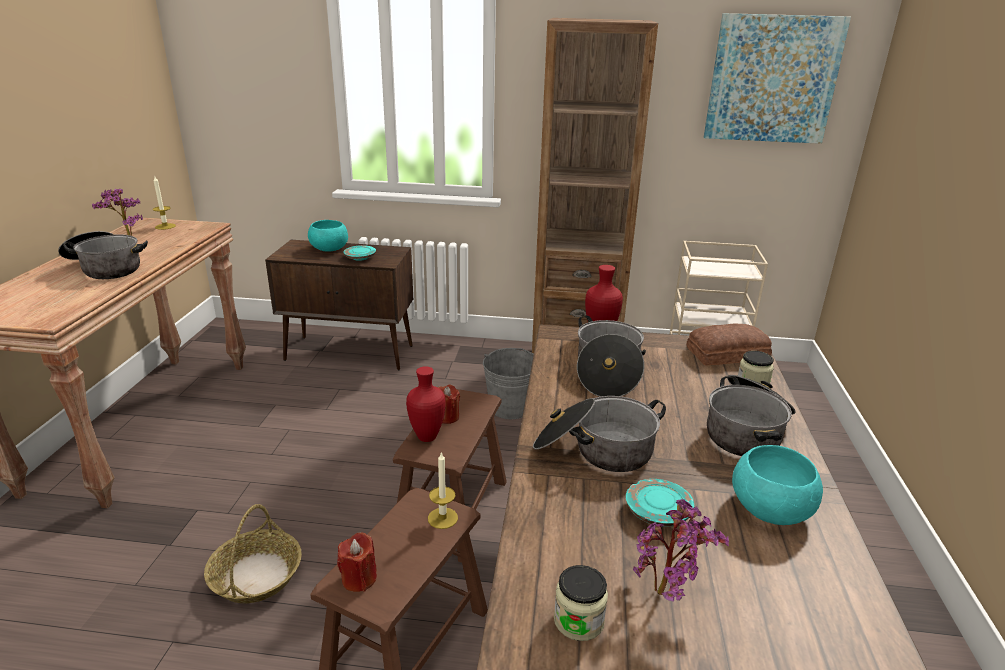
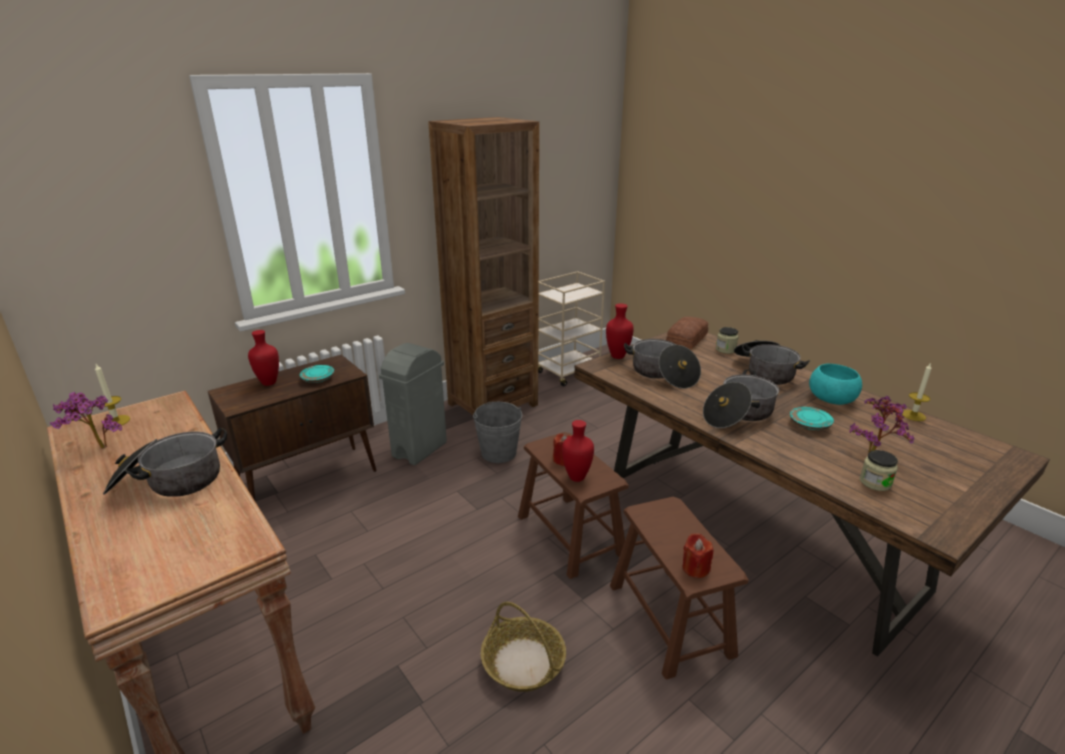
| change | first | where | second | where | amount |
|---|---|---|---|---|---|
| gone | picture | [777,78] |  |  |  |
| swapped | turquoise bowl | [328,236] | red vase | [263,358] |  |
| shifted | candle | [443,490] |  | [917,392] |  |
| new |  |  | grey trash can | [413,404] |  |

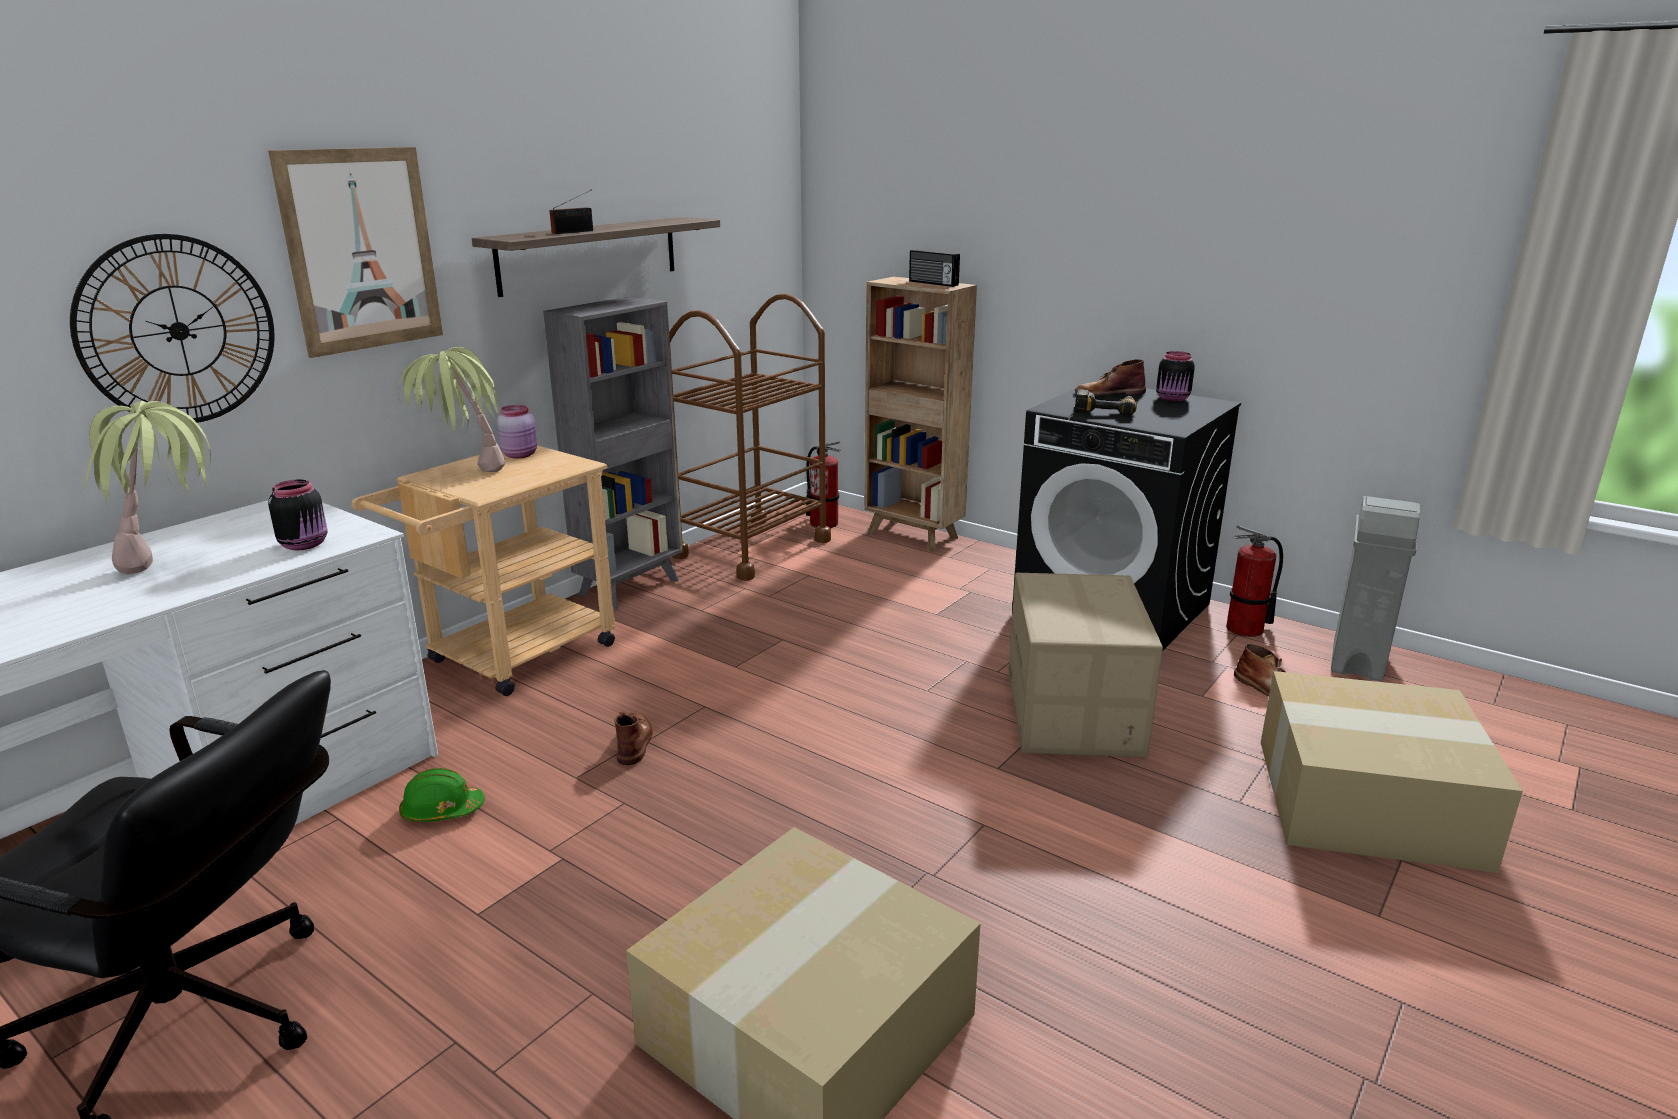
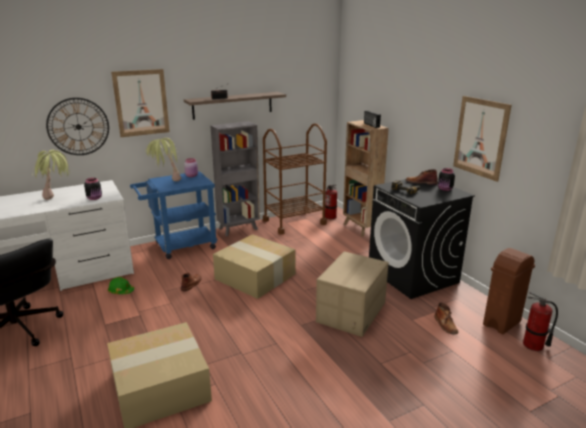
| change | first | where | second | where | amount |
|---|---|---|---|---|---|
| repainted | beige cart | [483,570] | blue cart | [174,215] |  |
| repainted | grey trash can | [1375,588] | brown trash can | [509,291] |  |
| shifted | fire extinguisher | [1254,581] |  | [540,321] |  |
| shifted | cardboard box | [1392,772] |  | [254,266] |  |
| new |  |  | picture | [482,139] |  |

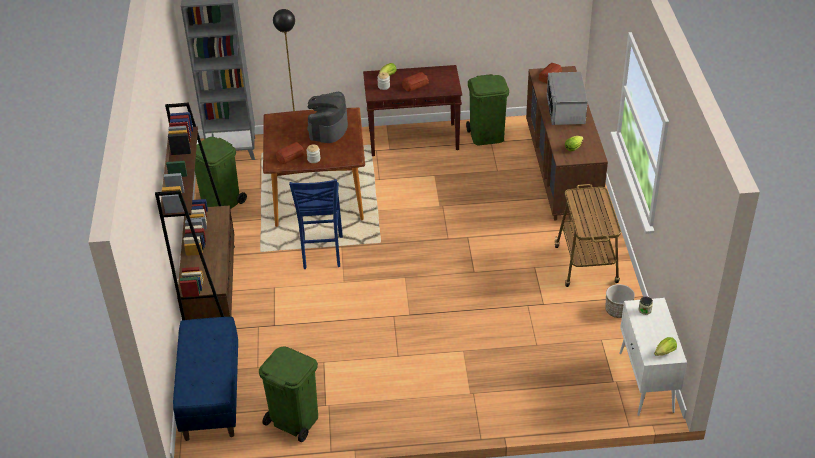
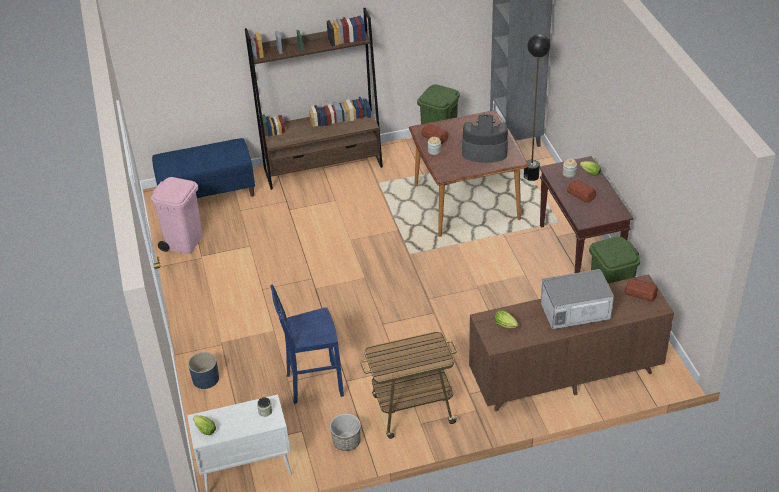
| change | first | where | second | where | amount |
|---|---|---|---|---|---|
| shifted | blue stool | [316,224] |  | [307,344] |  |
| repainted | green trash can | [288,394] | pink trash can | [177,215] |  |
| new |  |  | blue planter | [203,370] |  |

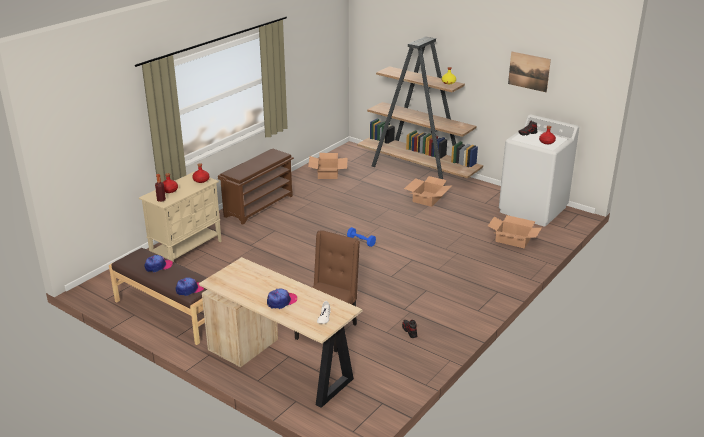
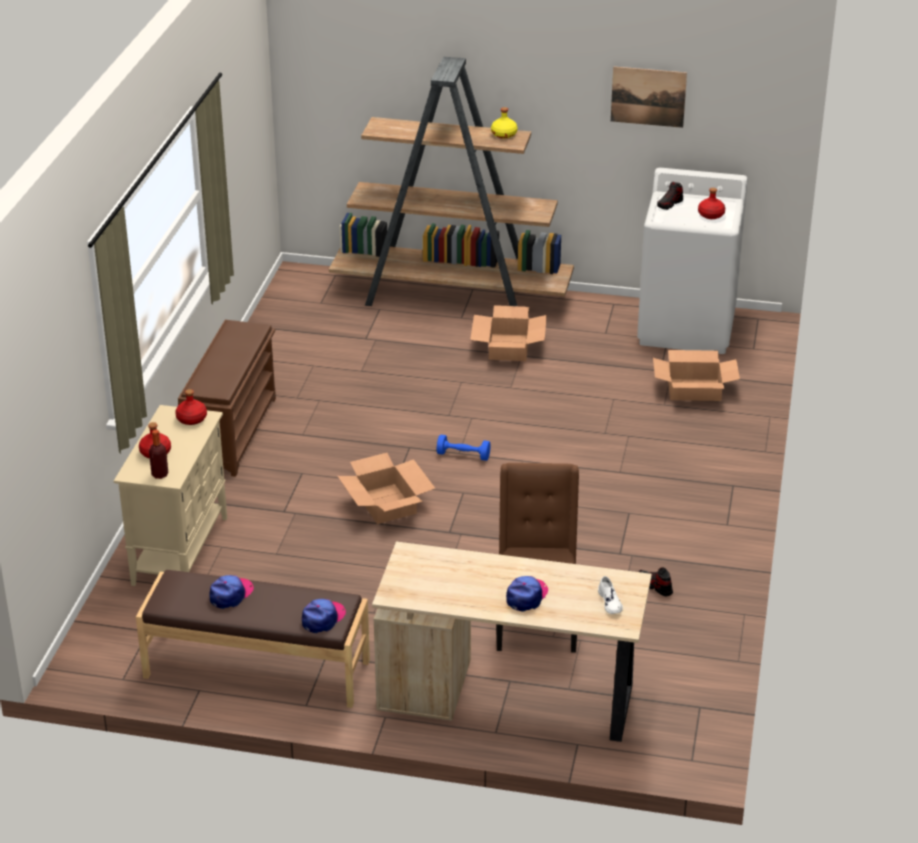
| change | first | where | second | where | amount |
|---|---|---|---|---|---|
| shifted | cardboard box | [328,166] |  | [386,488] |  |

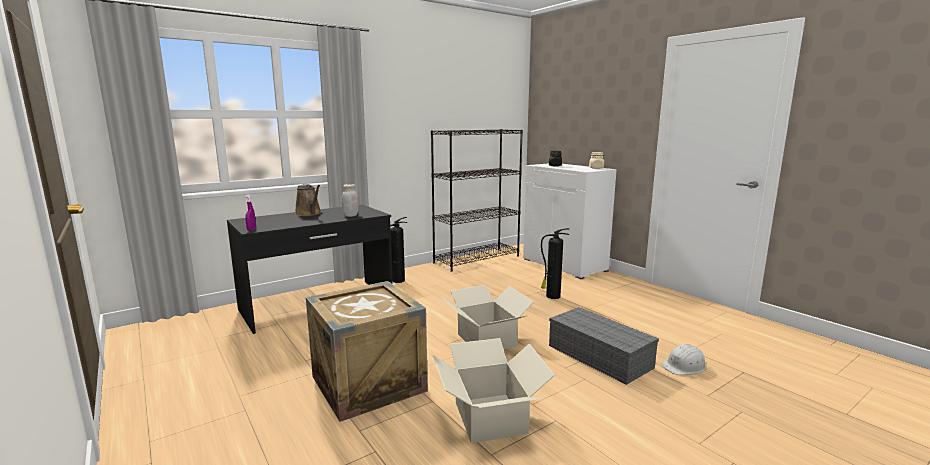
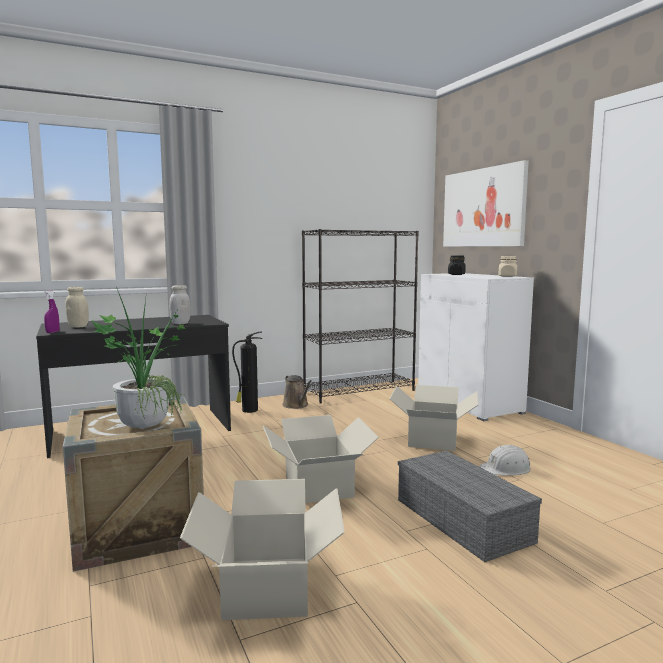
| change | first | where | second | where | amount |
|---|---|---|---|---|---|
| shifted | brown watering can | [308,200] |  | [297,392] |  |
| swapped | fire extinguisher | [555,263] | cardboard box | [434,418] |  |
| shifted | white hard hat | [683,359] |  | [505,460] |  |
| new |  |  | picture | [486,203] |  |
| new |  |  | beige jar | [77,307] |  |
| new |  |  | potted plant | [138,357] |  |

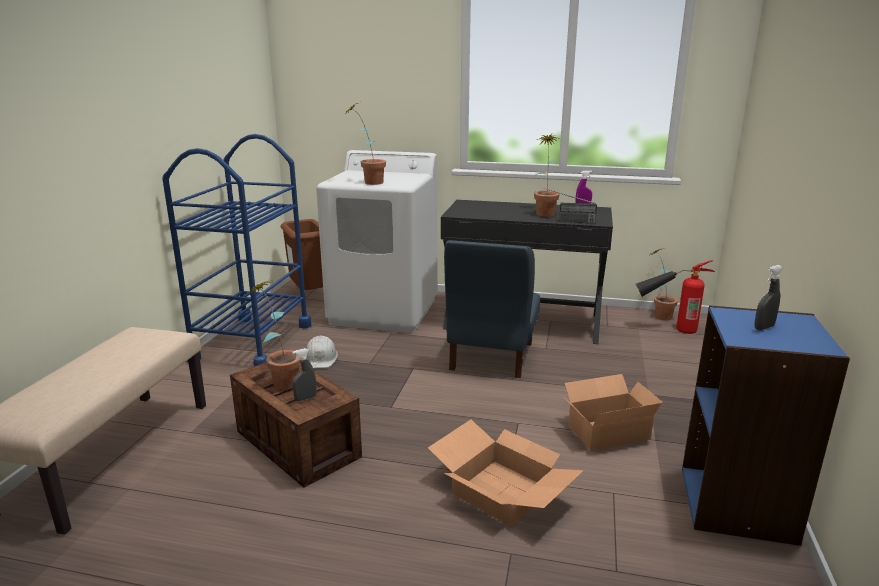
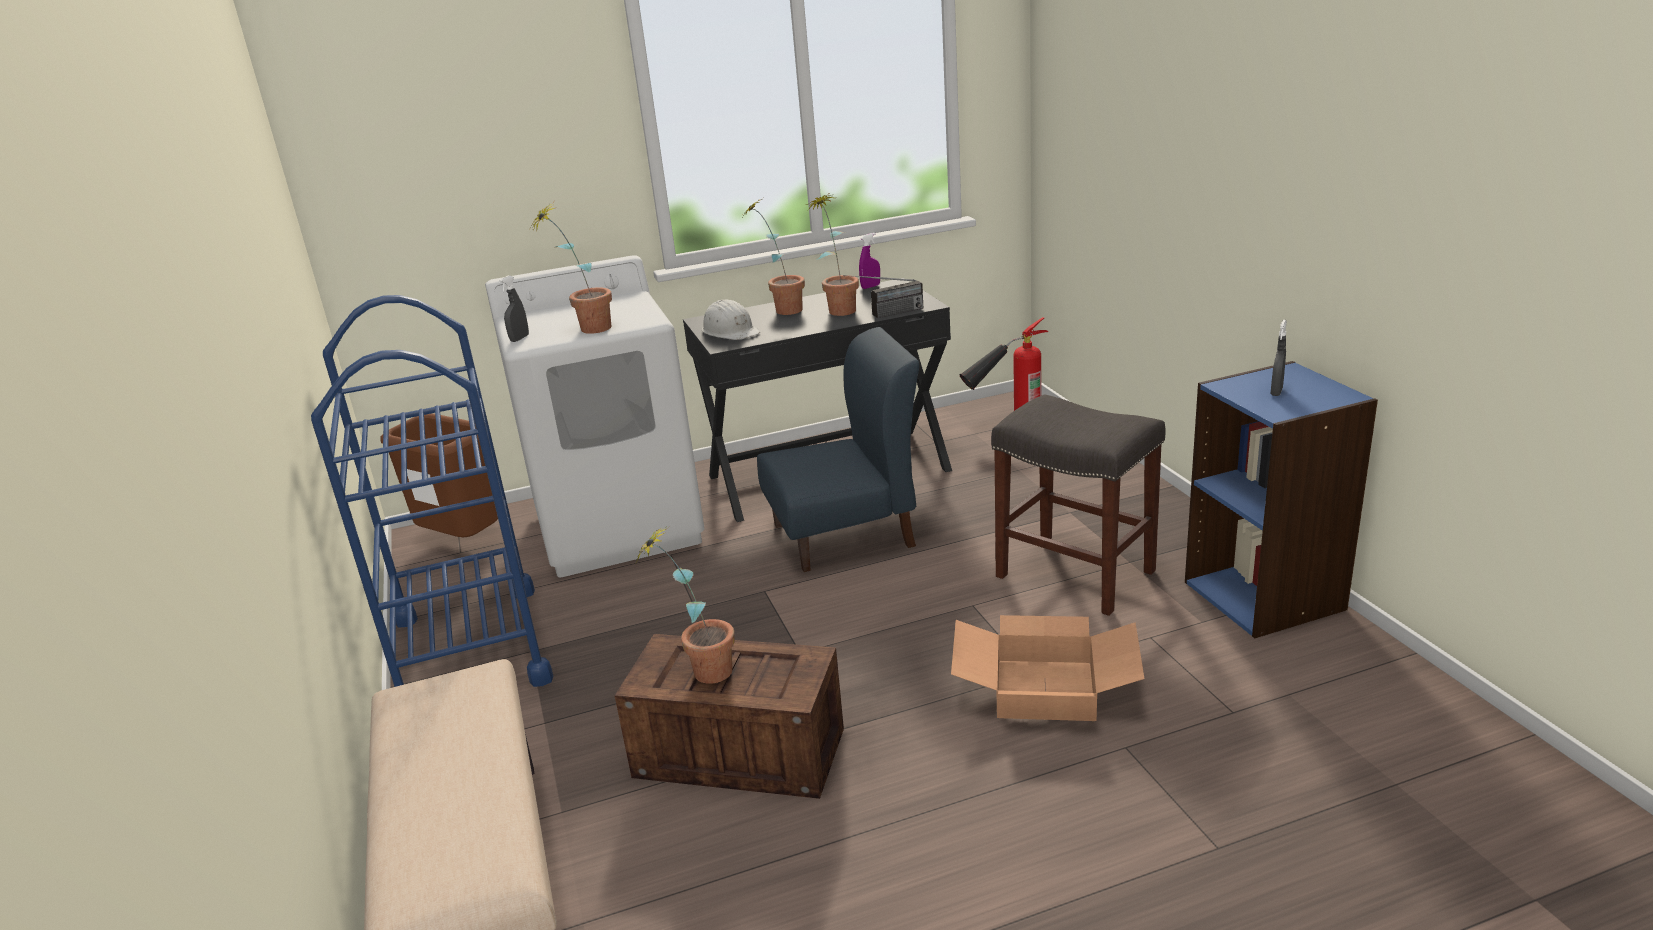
| change | first | where | second | where | amount |
|---|---|---|---|---|---|
| rotated | blue chair | [492,309] |  | [838,449] | 90 degrees counterclockwise |
| shifted | potted plant | [664,284] |  | [773,257] |  |
| shifted | white hard hat | [322,351] |  | [731,320] |  |
| shifted | grey spray bottle | [304,374] |  | [514,308] |  |
| swapped | cardboard box | [612,412] | grey stool | [1078,505] |  |

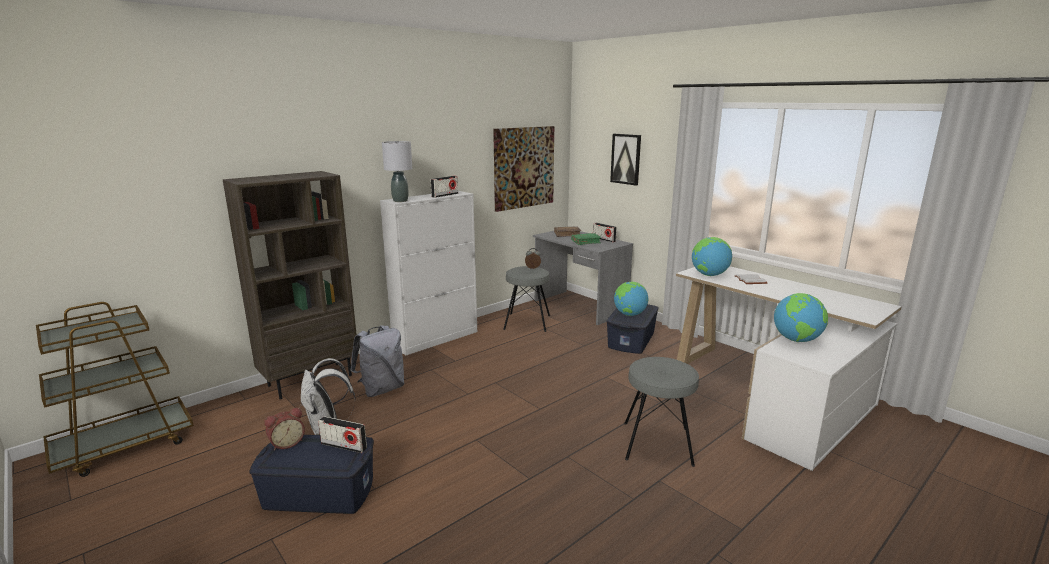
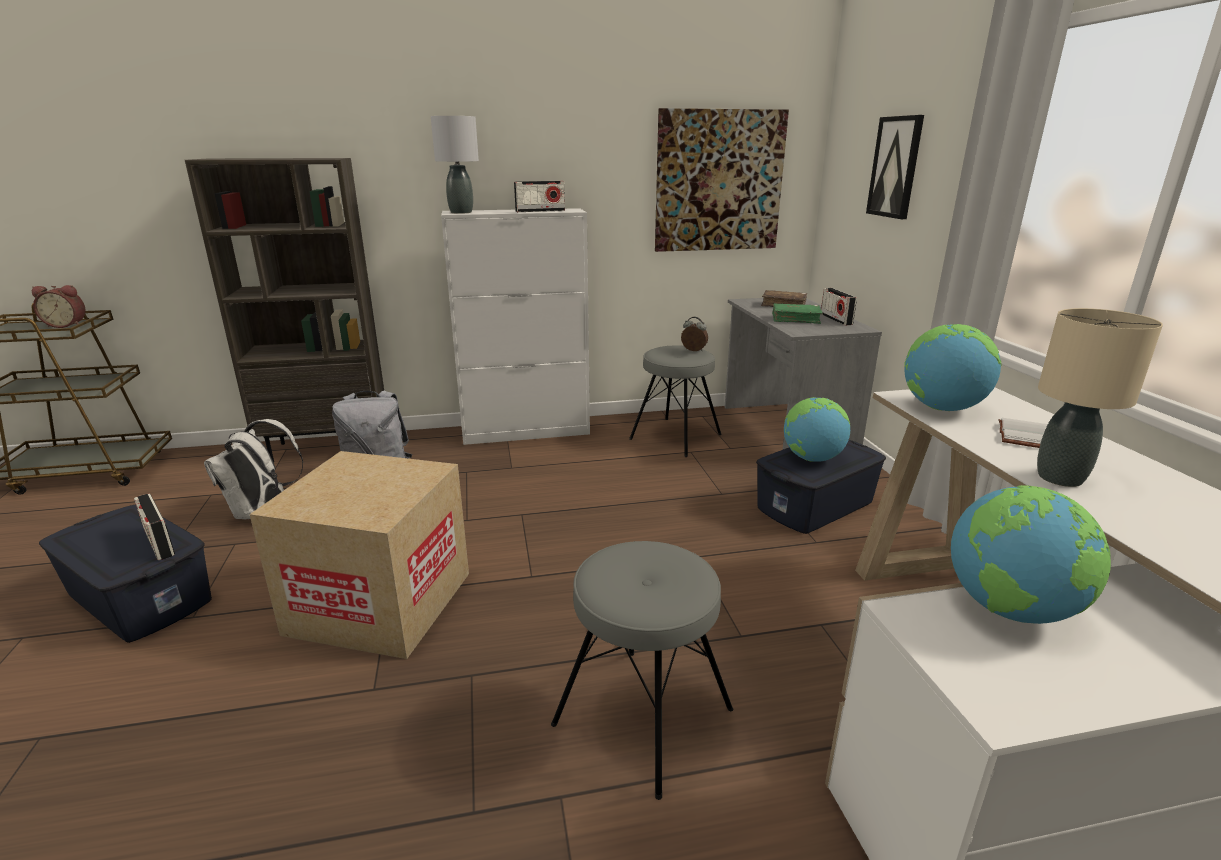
| change | first | where | second | where | amount |
|---|---|---|---|---|---|
| shifted | alarm clock | [284,428] |  | [59,306] |  |
| new |  |  | beige table lamp | [1100,397] |  |
| new |  |  | cardboard box | [359,555] |  |

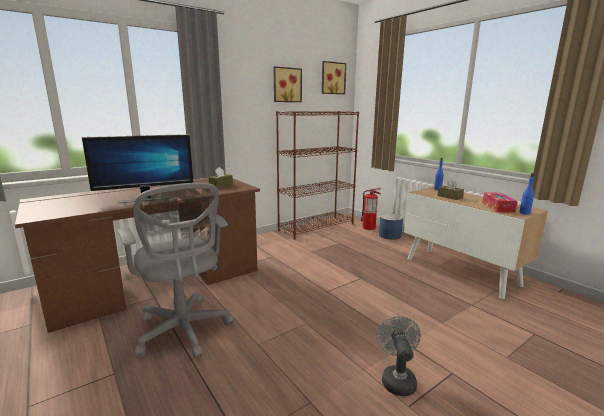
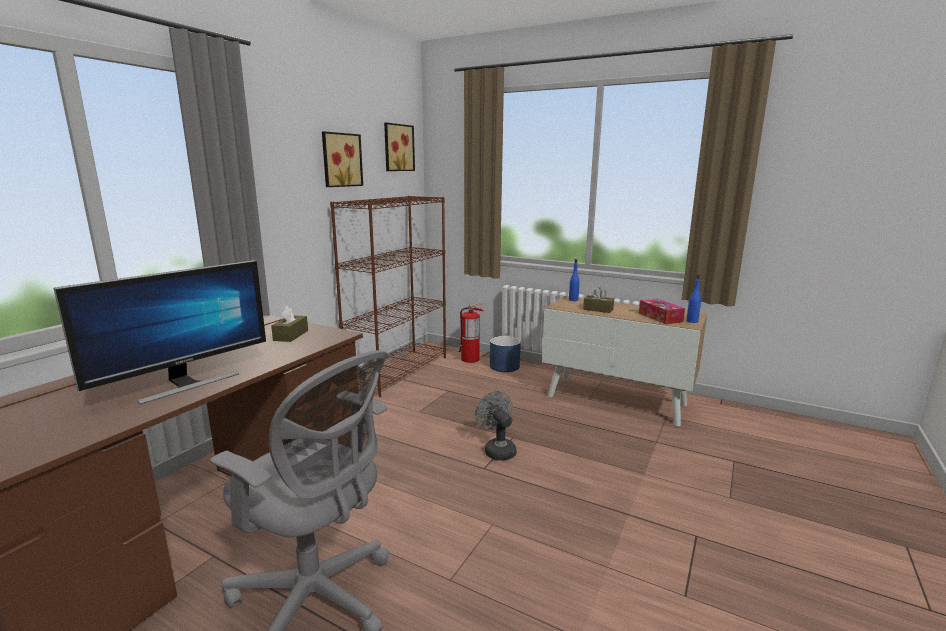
| change | first | where | second | where | amount |
|---|---|---|---|---|---|
| shifted | grey fan | [398,356] |  | [495,426] |  |

